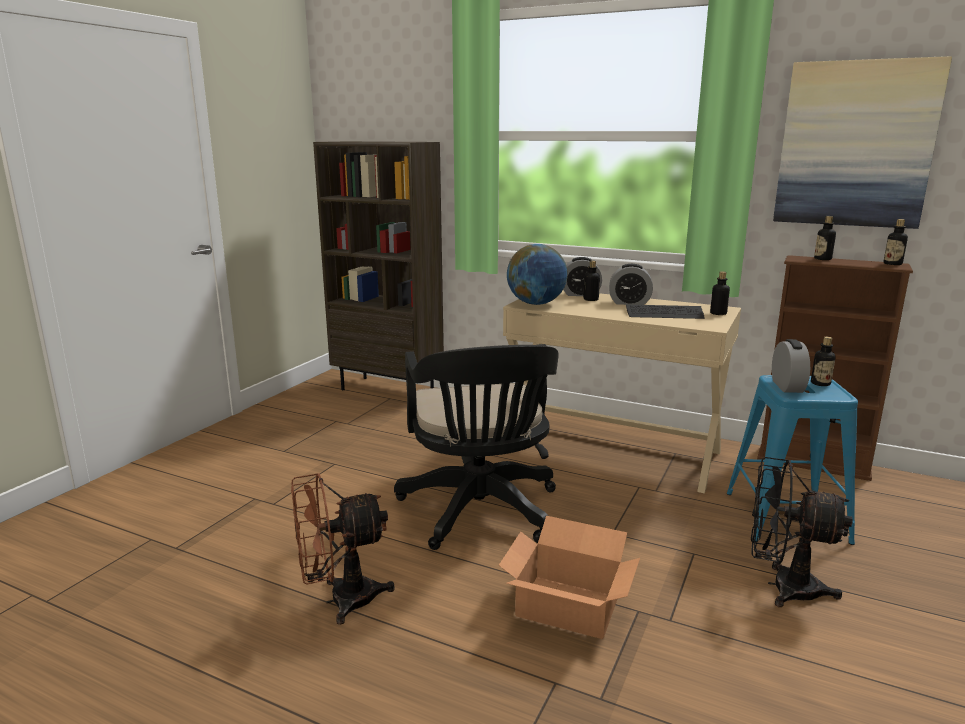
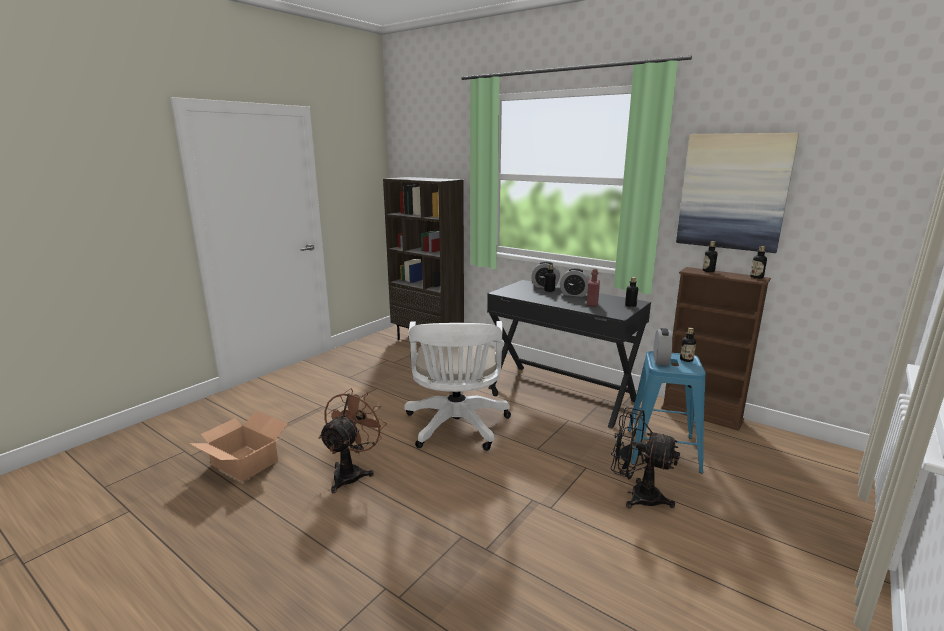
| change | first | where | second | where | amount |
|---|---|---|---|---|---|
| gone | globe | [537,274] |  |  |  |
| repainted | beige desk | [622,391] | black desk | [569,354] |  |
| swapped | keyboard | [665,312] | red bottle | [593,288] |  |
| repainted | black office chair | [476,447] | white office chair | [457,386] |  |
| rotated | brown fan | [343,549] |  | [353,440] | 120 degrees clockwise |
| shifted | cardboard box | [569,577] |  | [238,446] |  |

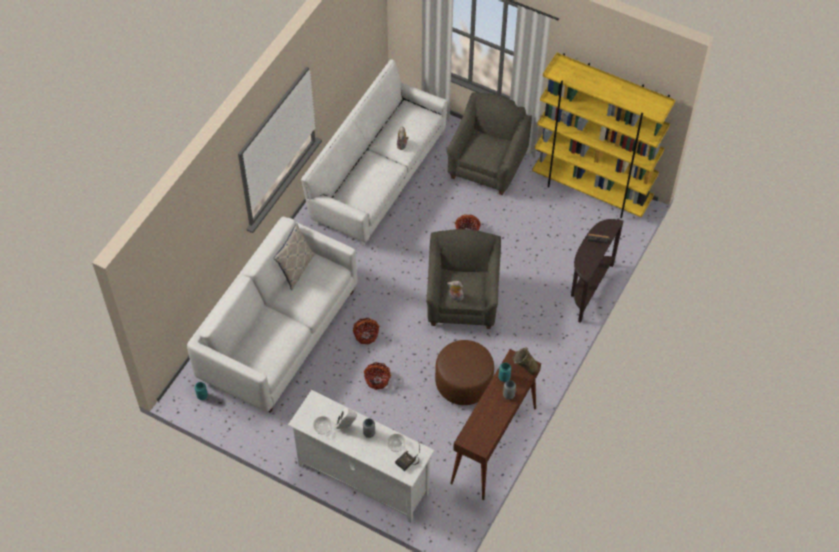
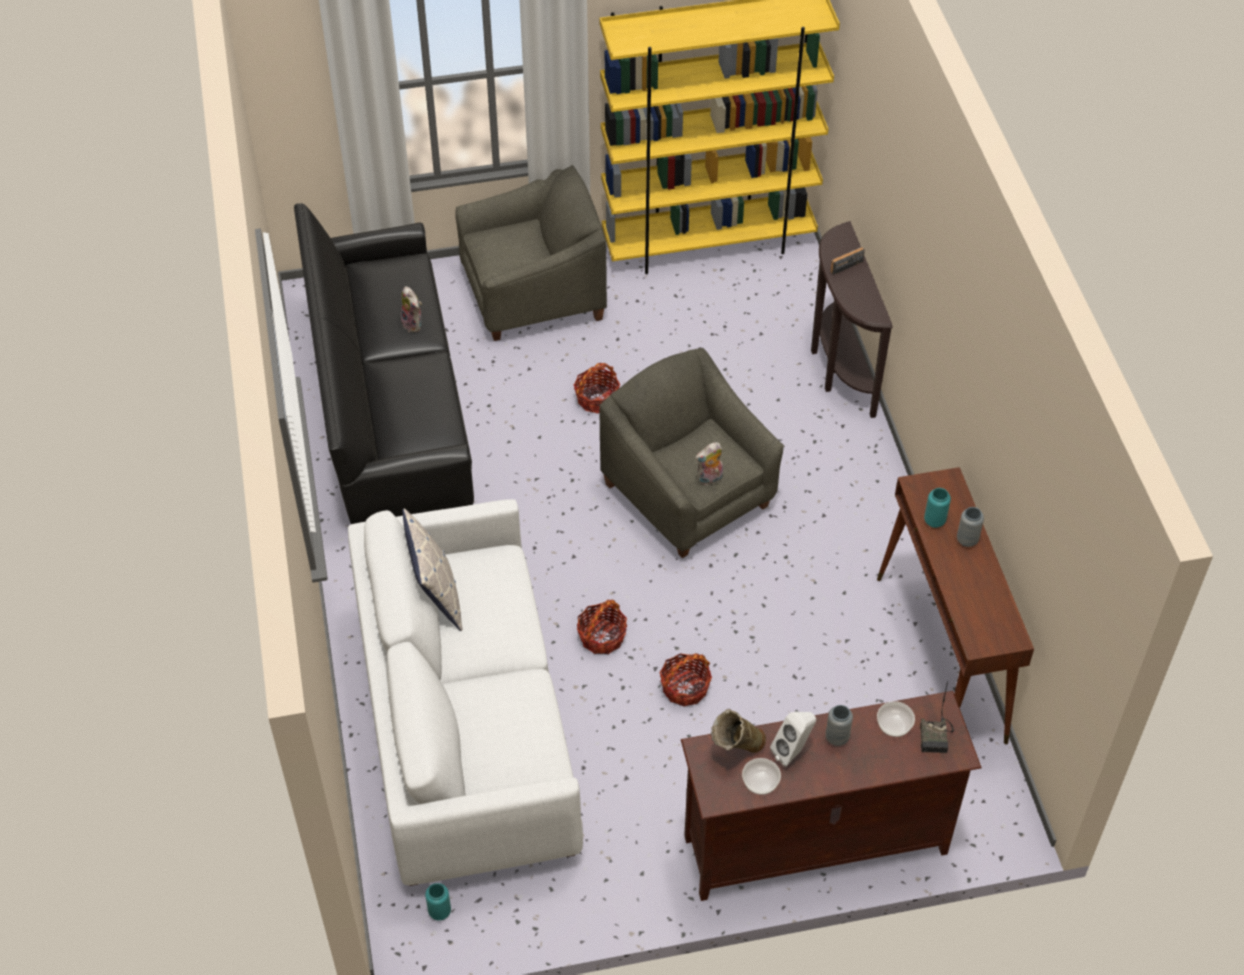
| change | first | where | second | where | amount |
|---|---|---|---|---|---|
| repainted | white sofa | [374,152] | black sofa | [384,363] |  |
| rotated | grey armchair | [489,144] |  | [531,253] | 90 degrees clockwise |
| gone | brown ottoman | [464,372] |  |  |  |
| shifted | beige vase | [526,361] |  | [738,731] |  |
| repainted | white tv stand | [361,456] | brown tv stand | [831,796] |  |

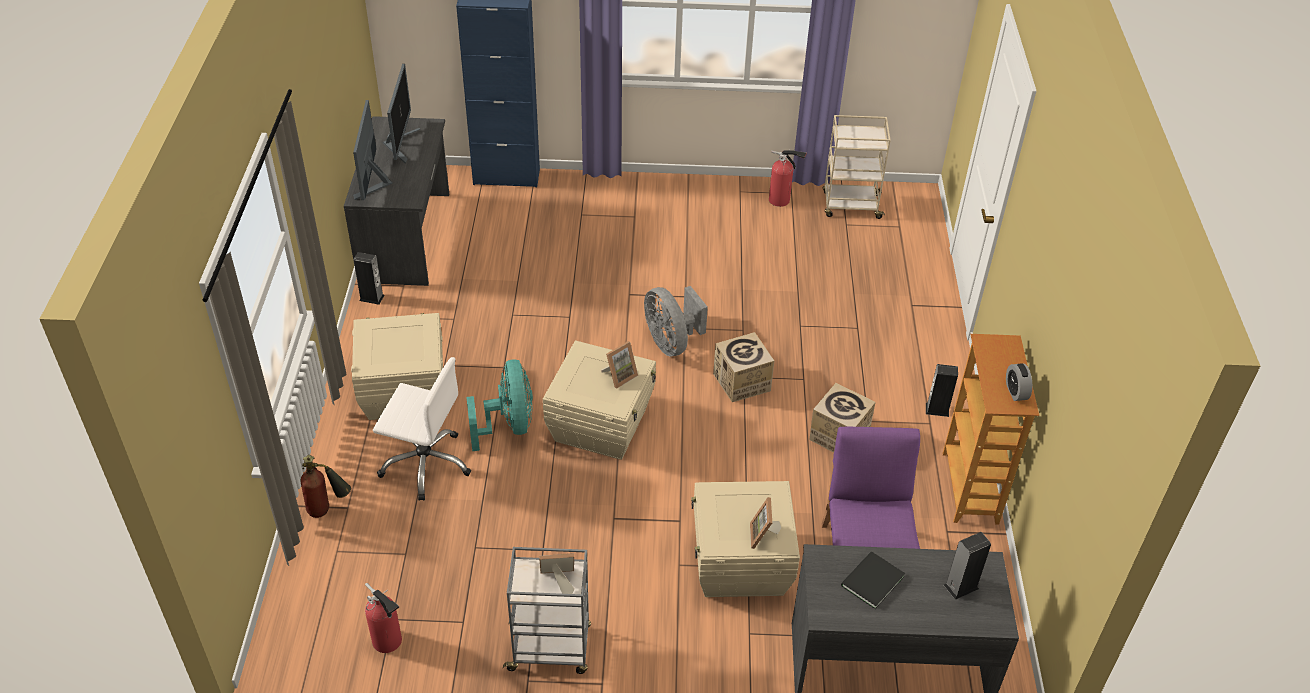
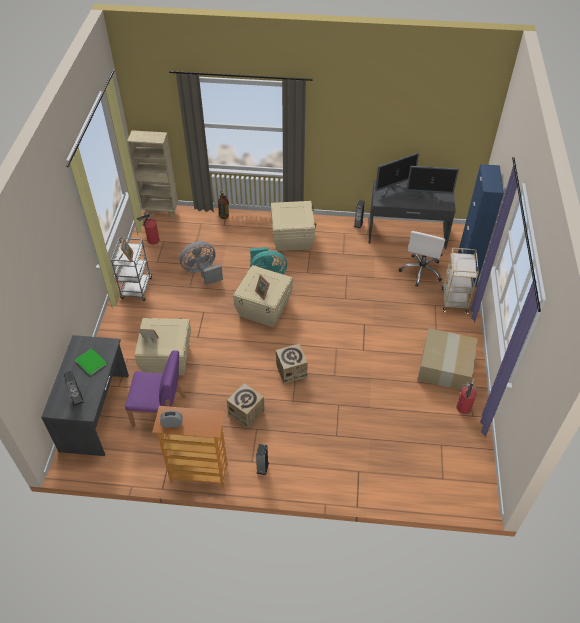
| change | first | where | second | where | amount |
|---|---|---|---|---|---|
| rotated | monitor | [373,150] |  | [397,174] | 150 degrees clockwise |
| shifted | beige cart | [857,167] |  | [460,281] |  |
| shifted | grey fan | [676,321] |  | [201,263] |  |
| shifted | white office chair | [422,429] |  | [422,259] |  |
| repainted | black book | [873,580] | green book | [91,362] |  |
| new |  |  | beige bookcase | [152,174] |  |
| new |  |  | cardboard box | [448,359] |  |

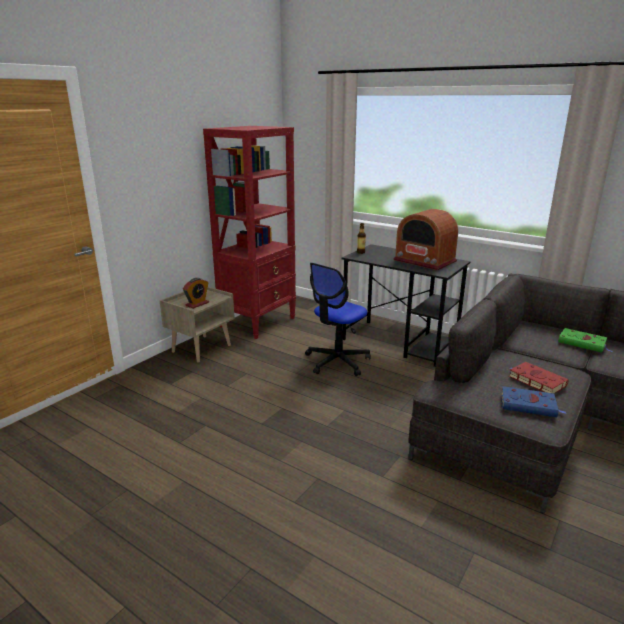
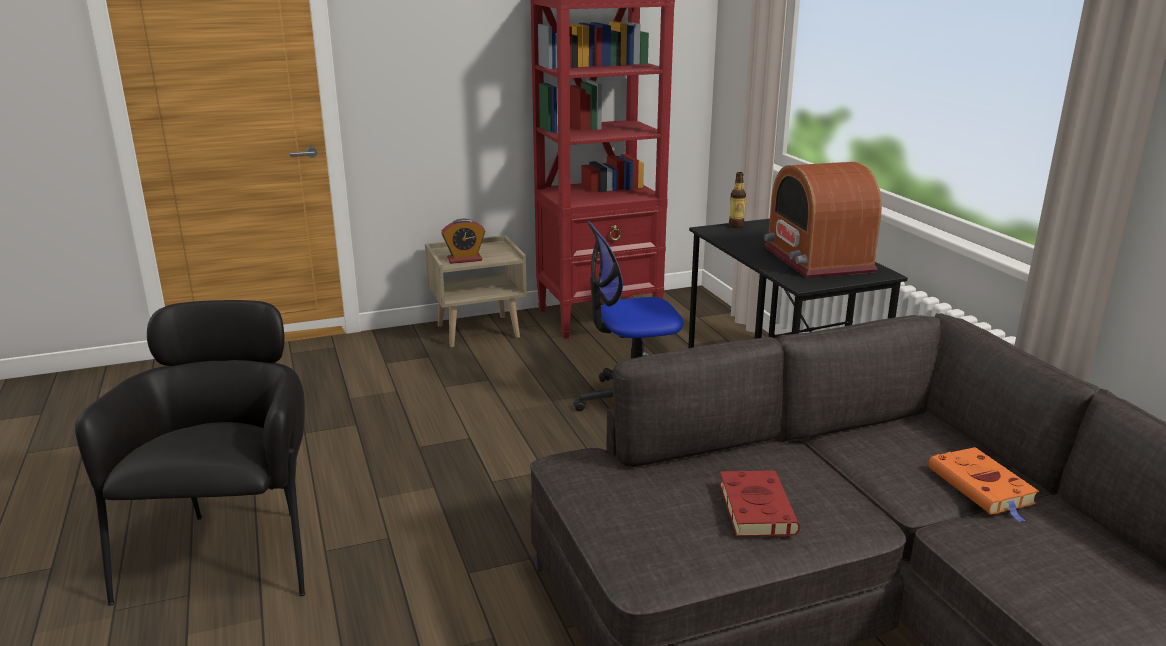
| change | first | where | second | where | amount |
|---|---|---|---|---|---|
| repainted | green book | [585,340] | orange book | [983,484] |  |
| gone | blue book | [533,401] |  |  |  |
| new |  |  | black armchair | [190,453] |  |

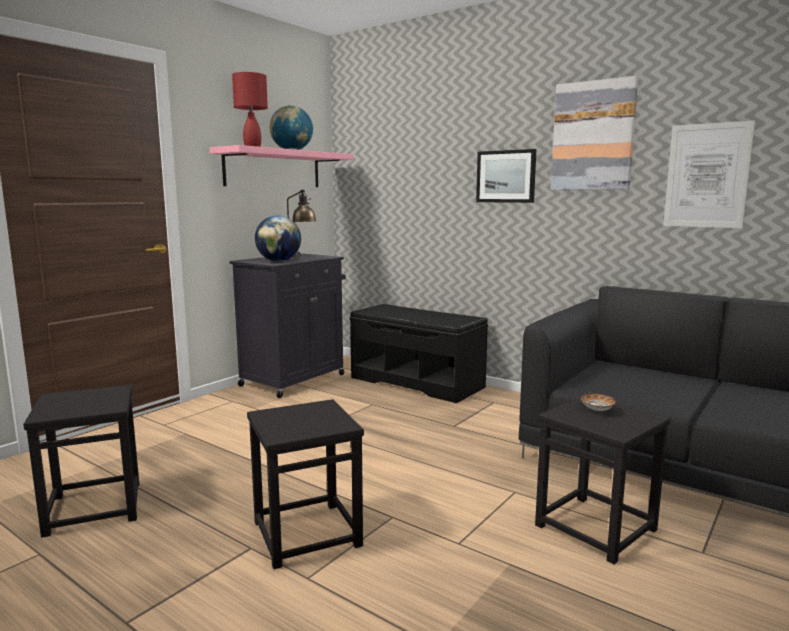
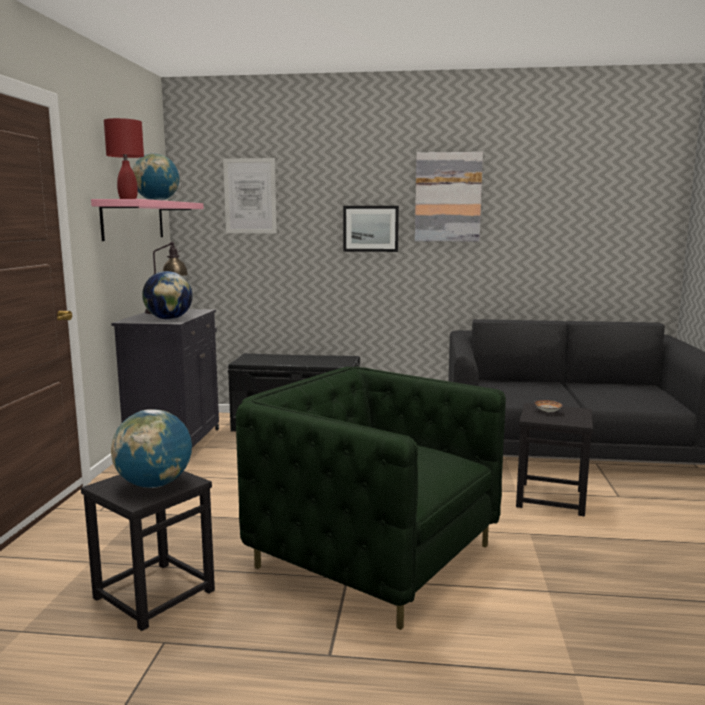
| change | first | where | second | where | amount |
|---|---|---|---|---|---|
| shifted | picture | [709,174] |  | [250,195] |  |
| swapped | black stool | [305,484] | green armchair | [371,498] |  |
| new |  |  | globe | [151,448] |  |

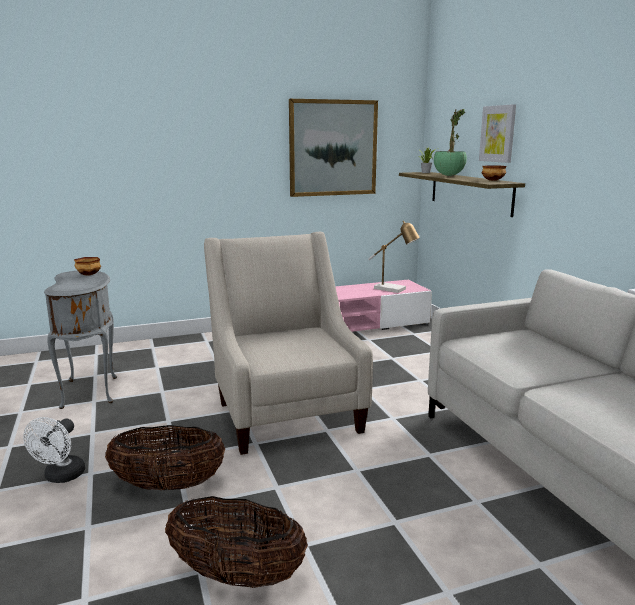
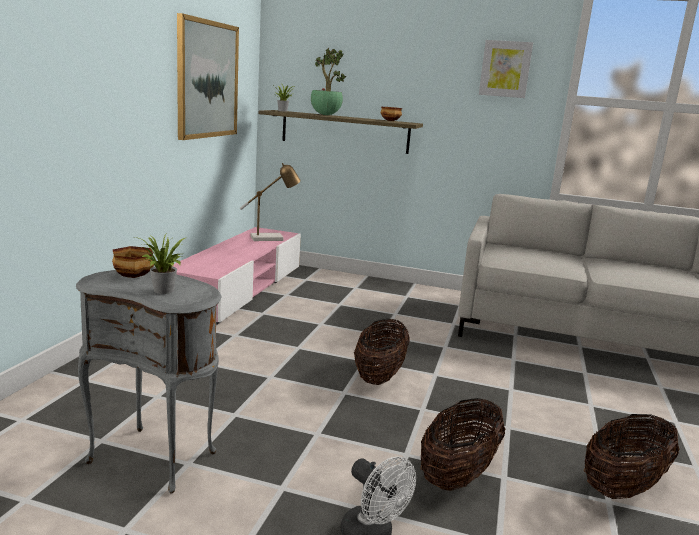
| change | first | where | second | where | amount |
|---|---|---|---|---|---|
| shifted | picture | [497,133] |  | [506,69] |  |
| swapped | beige armchair | [288,343] | basket | [382,352] |  |
| new |  |  | potted plant | [161,264] |  |

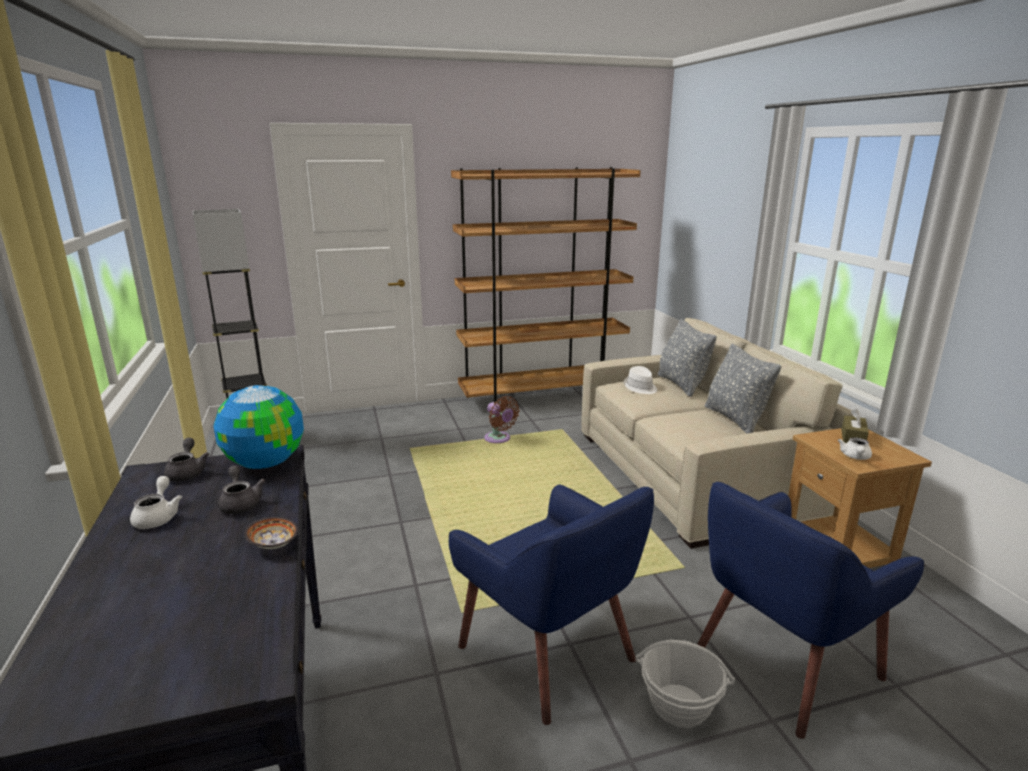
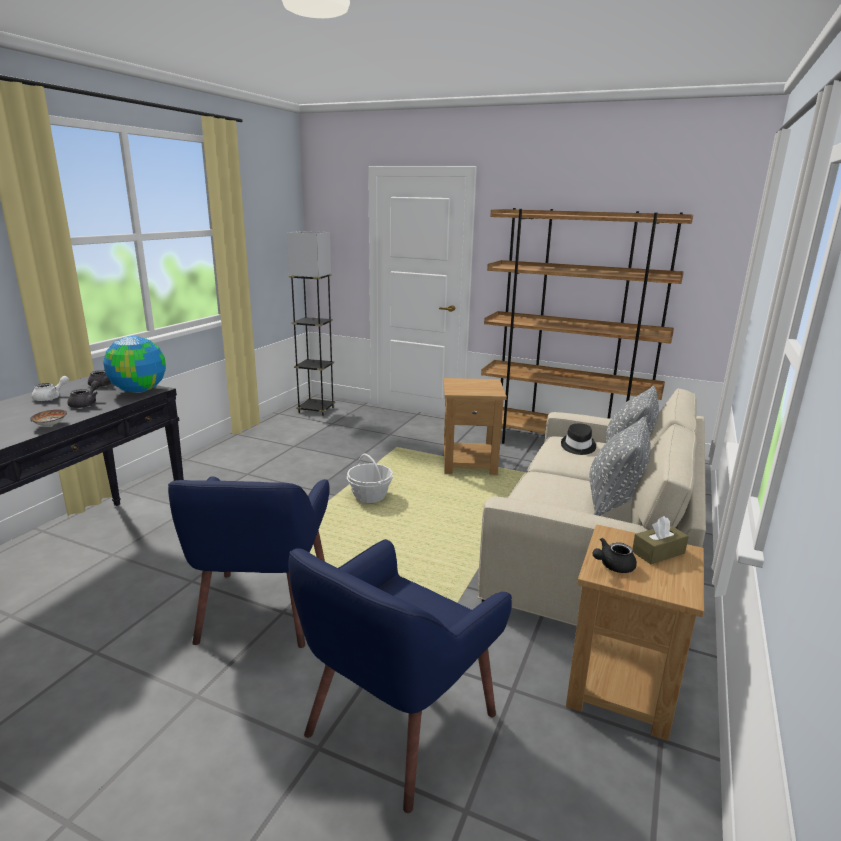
| change | first | where | second | where | amount |
|---|---|---|---|---|---|
| repainted | white hat | [640,380] | black hat | [578,439] |  |
| swapped | brown fan | [502,419] | brown side table | [475,426] |  |
| repainted | white teapot | [855,448] | black teapot | [614,555] |  |
| rotated | blue armchair | [810,610] |  | [400,676] | 60 degrees counterclockwise |
| shifted | basket | [685,684] |  | [370,478] |  |

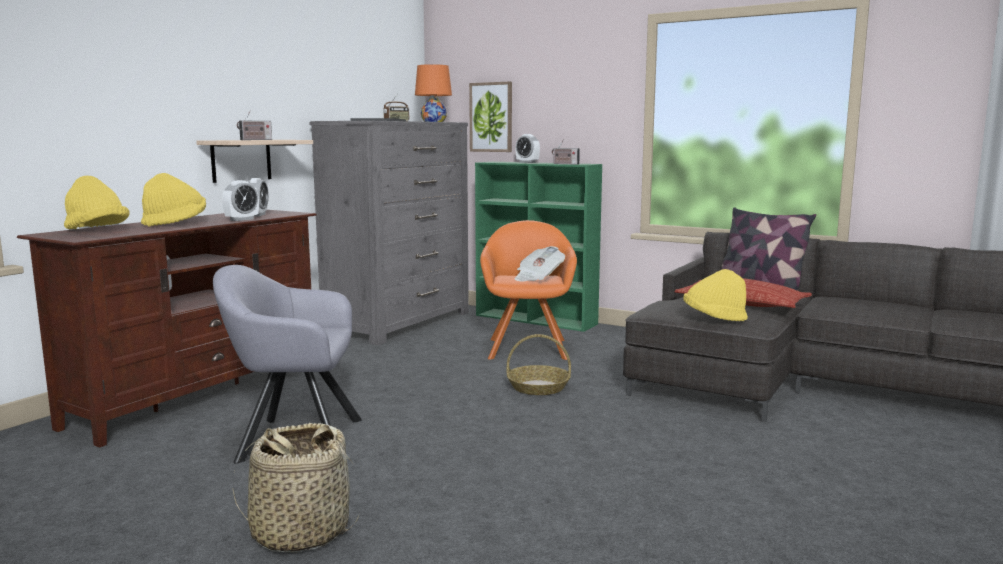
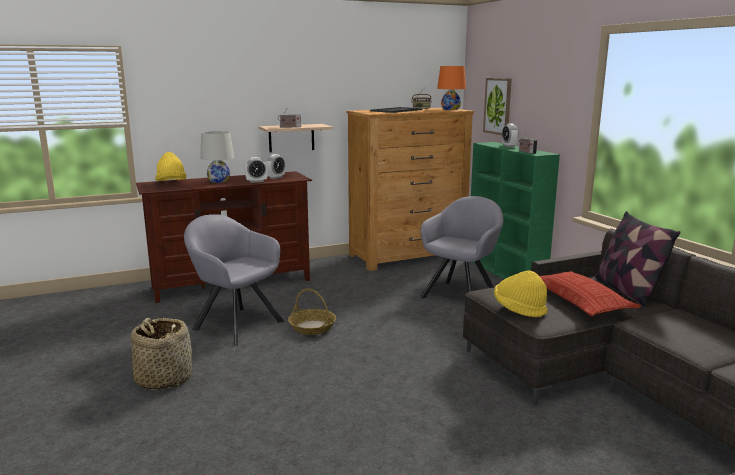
| change | first | where | second | where | amount |
|---|---|---|---|---|---|
| repainted | grey dresser | [389,233] | brown dresser | [410,189] |  |
| swapped | yellow hat | [173,200] | white table lamp | [217,157] |  |
| repainted | orange armchair | [528,290] | grey armchair | [461,247] |  |
| gone | newspaper | [540,263] |  |  |  |
| shifted | basket | [538,364] |  | [312,311] |  |

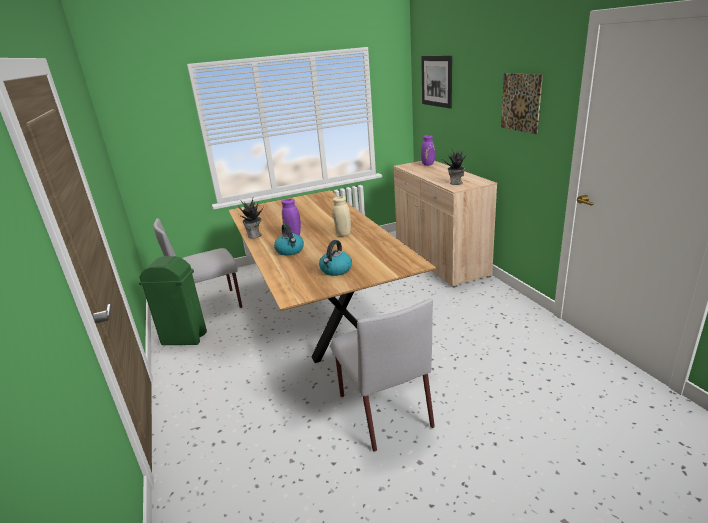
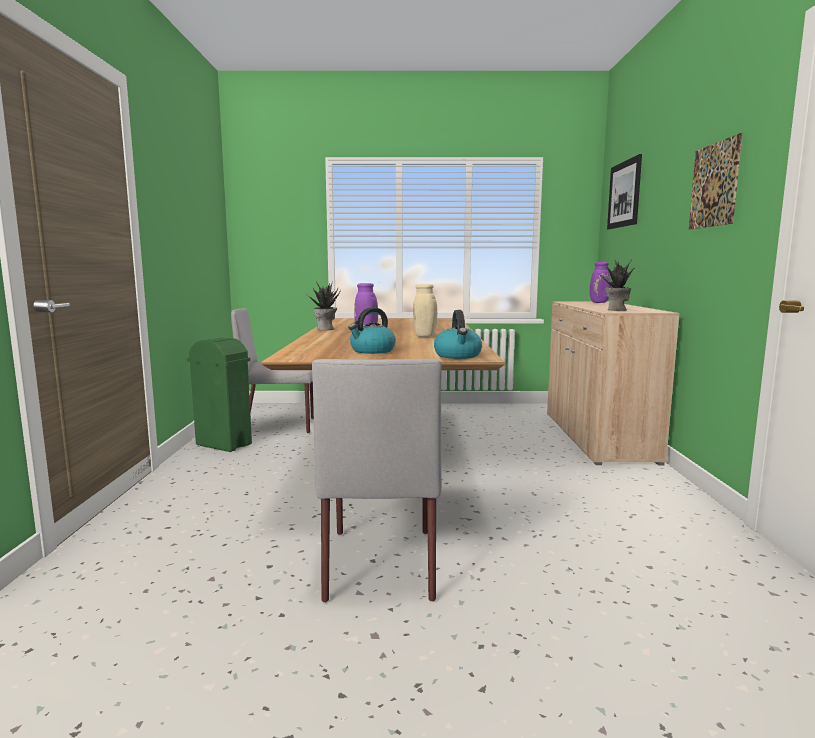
| change | first | where | second | where | amount |
|---|---|---|---|---|---|
| shifted | kettle | [289,240] |  | [458,334] |  |

